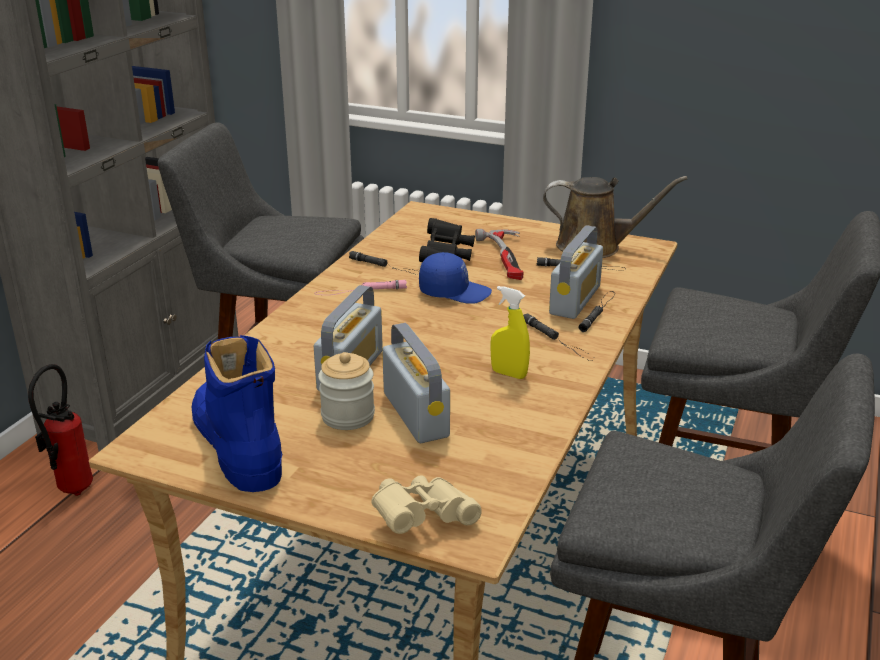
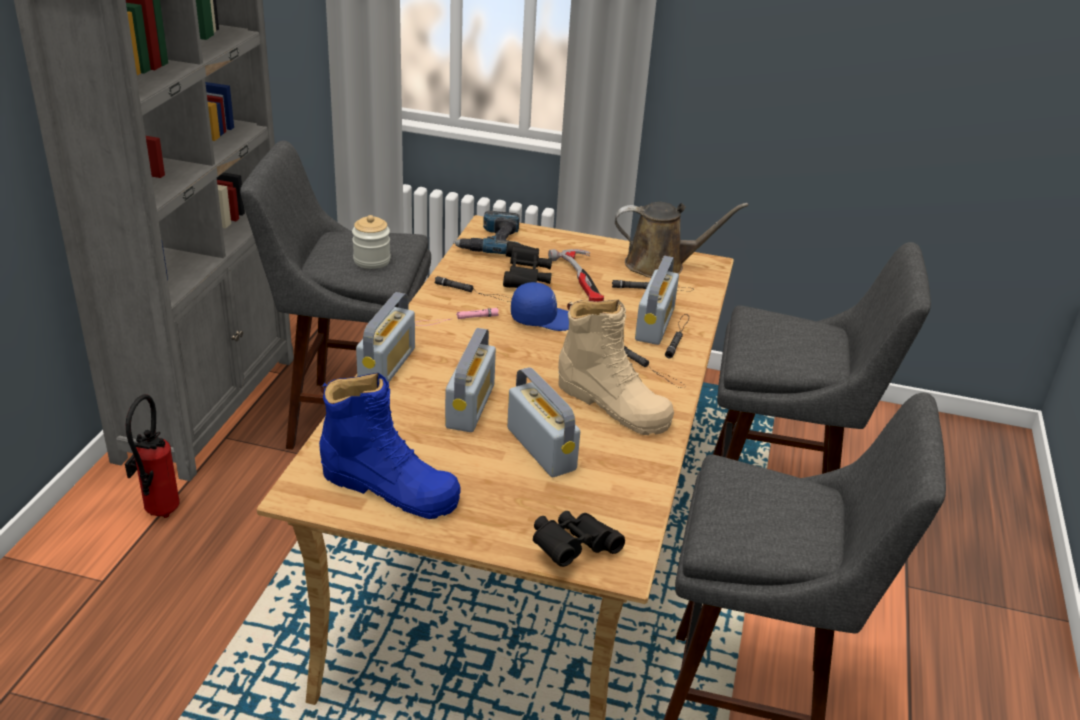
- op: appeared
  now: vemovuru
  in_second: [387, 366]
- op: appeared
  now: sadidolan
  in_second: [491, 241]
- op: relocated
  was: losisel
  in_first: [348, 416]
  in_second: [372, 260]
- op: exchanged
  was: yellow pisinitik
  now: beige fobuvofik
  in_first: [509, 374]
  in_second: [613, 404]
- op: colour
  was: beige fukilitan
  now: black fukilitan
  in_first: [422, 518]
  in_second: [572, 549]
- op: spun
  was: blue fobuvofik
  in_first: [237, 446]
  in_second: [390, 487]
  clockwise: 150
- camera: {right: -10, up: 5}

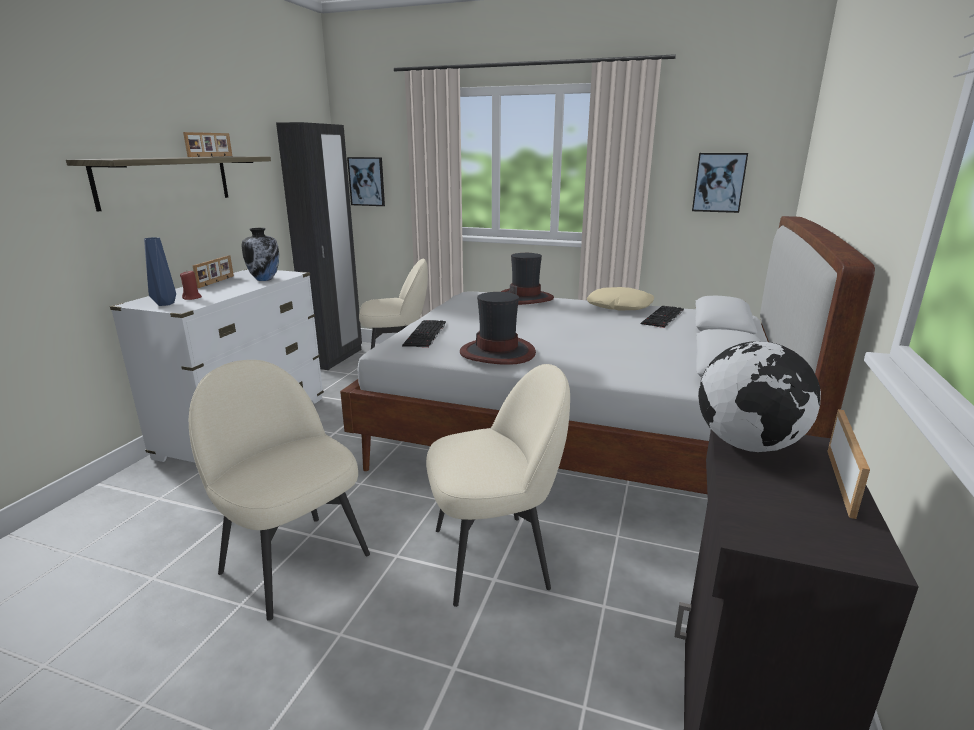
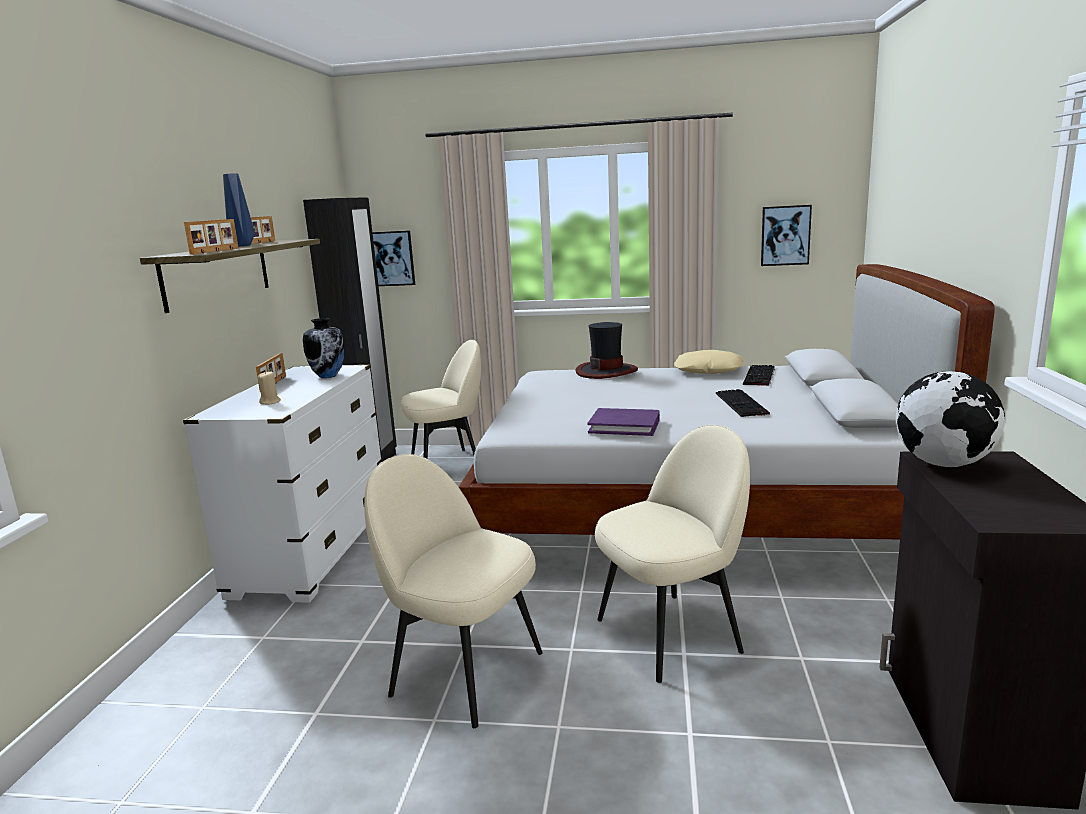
- op: relocated
  was: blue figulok
  in_first: [164, 304]
  in_second: [241, 246]
- op: relocated
  was: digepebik
  in_first: [426, 334]
  in_second: [742, 404]
- op: relocated
  was: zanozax
  in_first: [842, 482]
  in_second: [216, 251]
- op: exchanged
  was: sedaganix
  now: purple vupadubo
  in_first: [498, 353]
  in_second: [624, 426]
- op: colour
  was: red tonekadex
  now: beige tonekadex
  in_first: [192, 298]
  in_second: [270, 402]
- camera: {right: -10, up: -5}

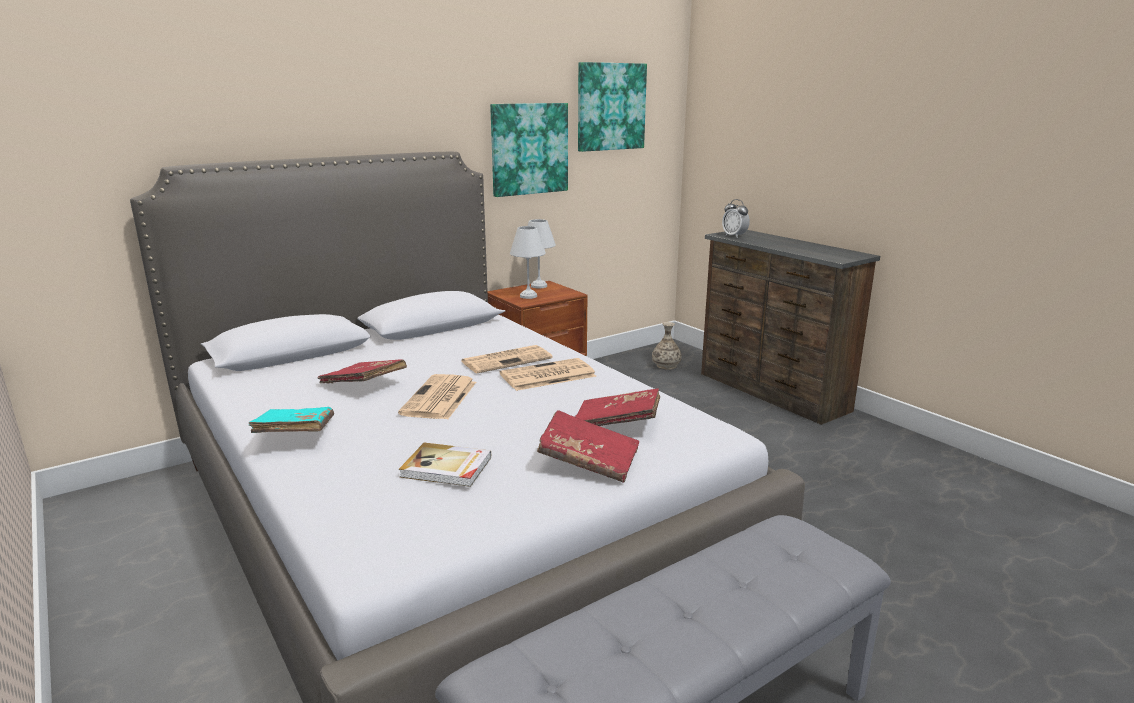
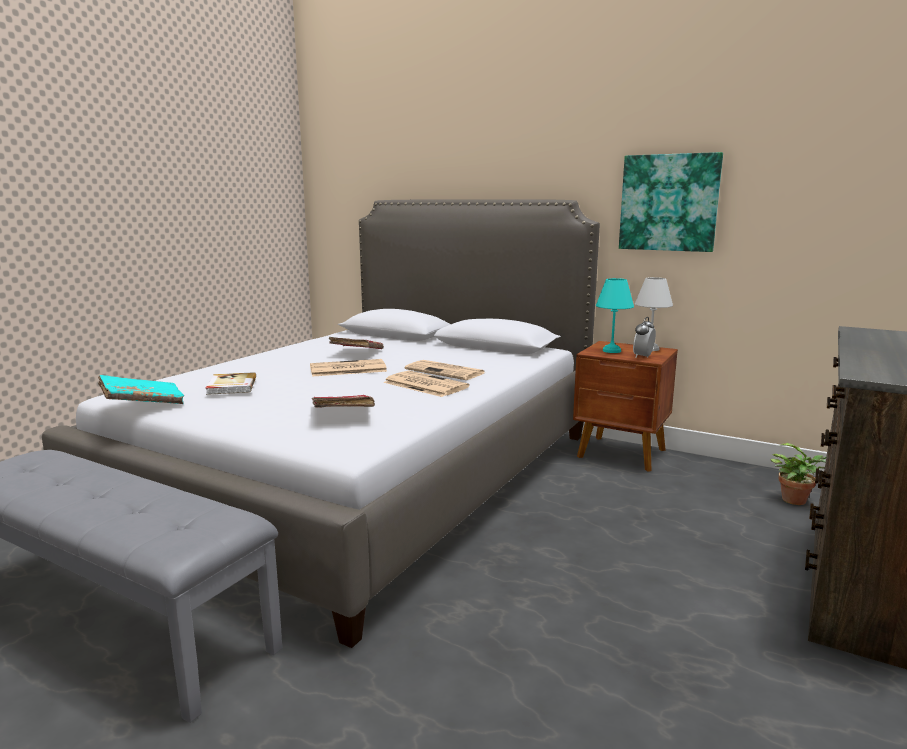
- op: missing
  was: red vupadubo
  in_first: [588, 461]
- op: missing
  was: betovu
  in_first: [610, 107]
- op: relocated
  was: turquoise vupadubo
  in_first: [295, 434]
  in_second: [143, 403]
- op: relocated
  was: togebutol
  in_first: [734, 236]
  in_second: [643, 357]
- op: exchanged
  was: figulok
  now: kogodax
  in_first: [666, 366]
  in_second: [797, 500]
- op: colour
  was: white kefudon
  now: turquoise kefudon
  in_first: [528, 296]
  in_second: [612, 350]
- camera: {right: 65, up: -5}

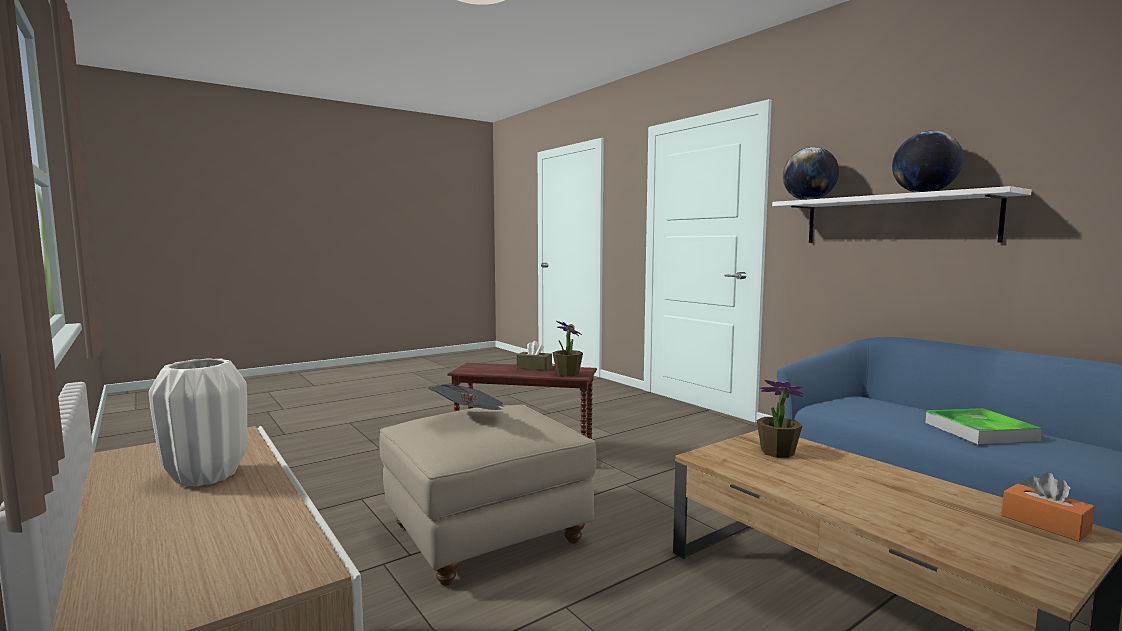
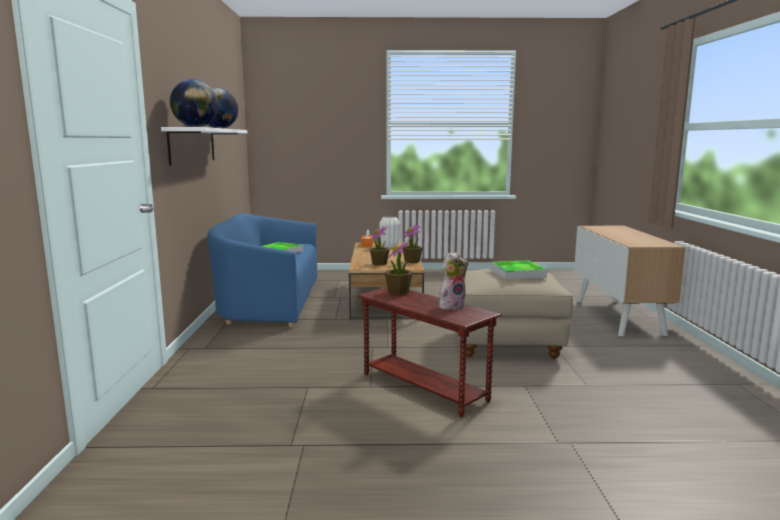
- op: missing
  was: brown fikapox
  in_first: [534, 367]
- op: appeared
  now: kogodax
  in_second: [412, 261]
- op: appeared
  now: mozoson
  in_second: [451, 306]
- op: relocated
  was: white figulok
  in_first: [205, 476]
  in_second: [389, 246]
- op: exchanged
  was: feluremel
  now: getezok
  in_first: [471, 419]
  in_second: [517, 273]
- camera: {right: -145, up: 5}

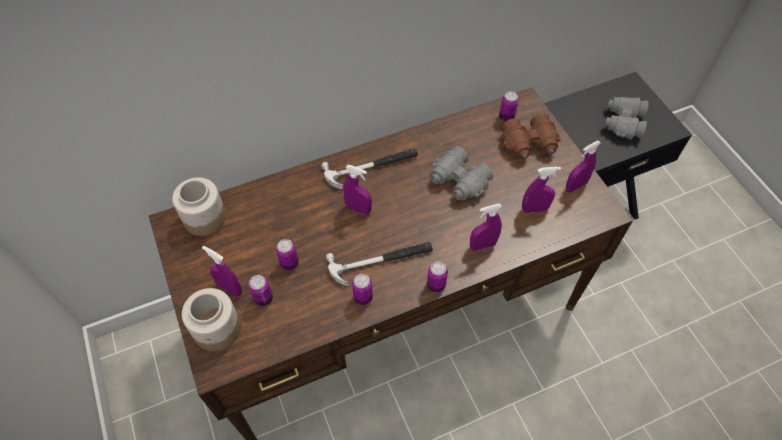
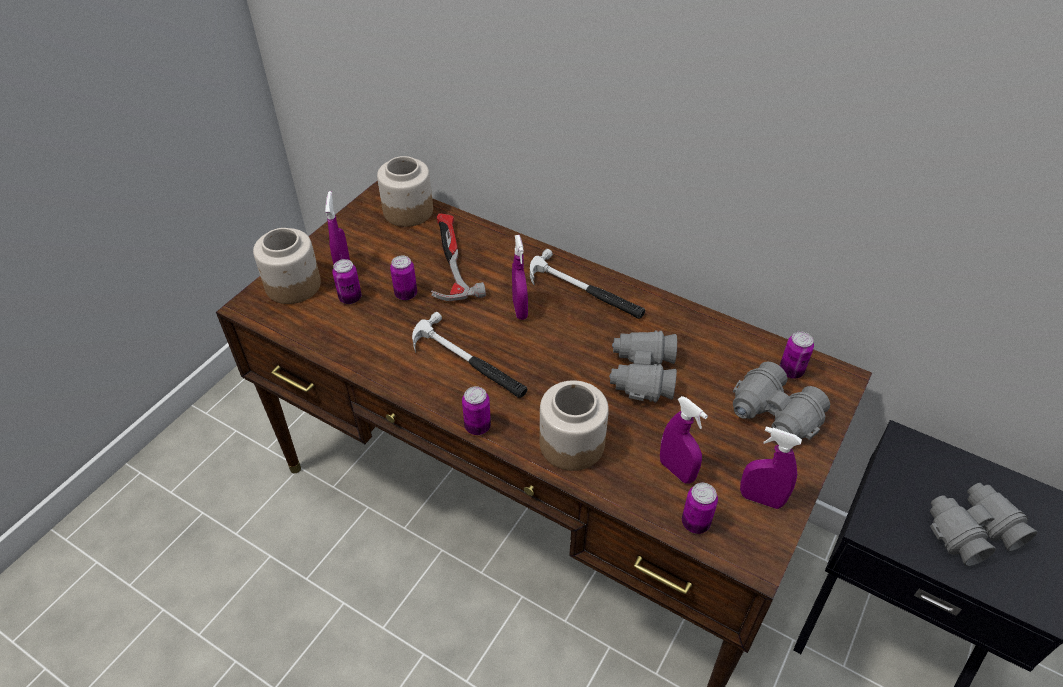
- op: appeared
  now: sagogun
  in_second: [450, 261]
- op: relocated
  was: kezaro
  in_first: [363, 297]
  in_second: [695, 523]
- op: exchanged
  was: purple pisinitik
  now: losisel
  in_first: [482, 245]
  in_second: [571, 443]
- op: colour
  was: brown fukilitan
  now: grey fukilitan
  in_first: [529, 145]
  in_second: [774, 416]
- camera: {right: 55, up: -10}

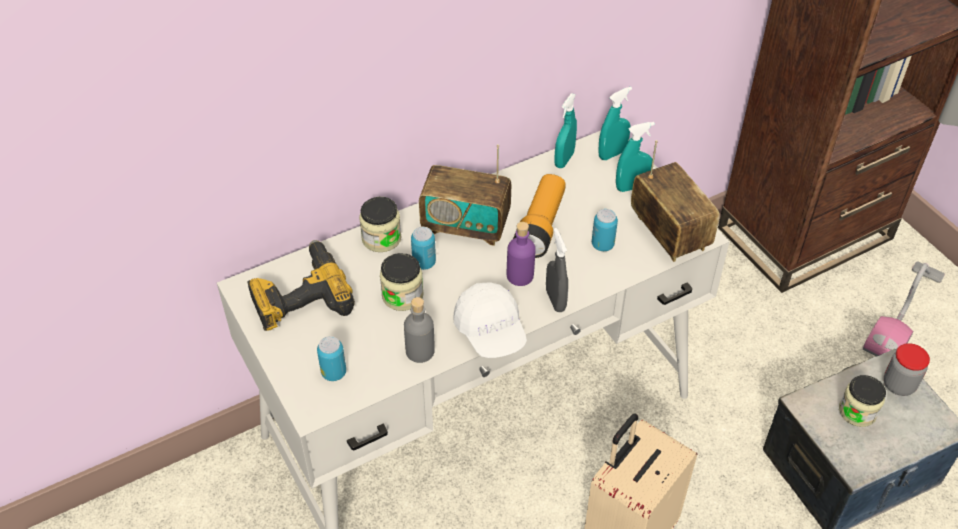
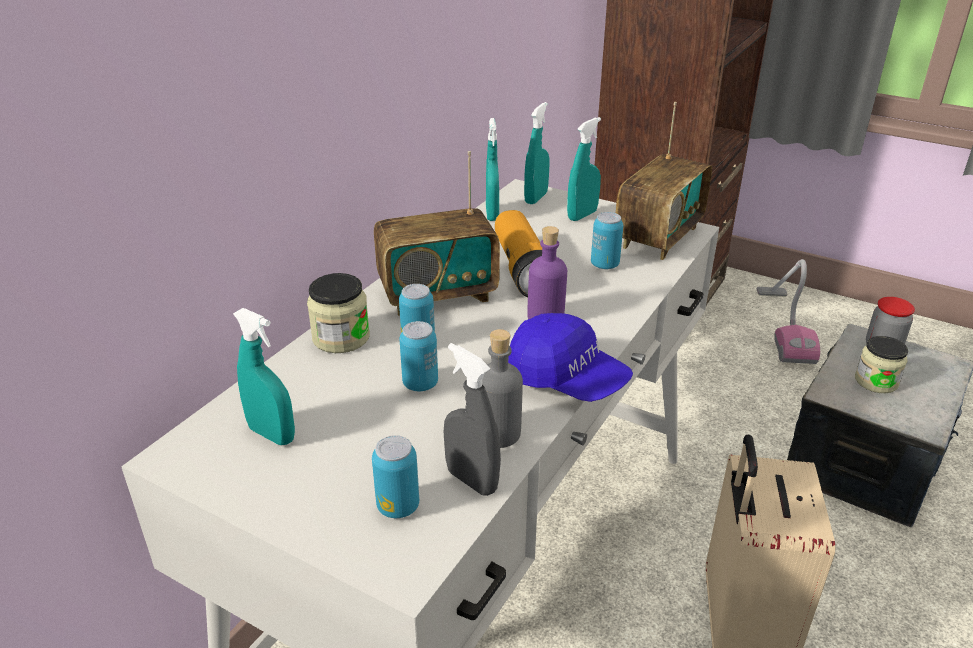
- op: relocated
  was: grey pisinitik
  in_first: [555, 300]
  in_second: [471, 481]
- op: exchanged
  was: sadidolan
  now: turquoise pisinitik
  in_first: [300, 296]
  in_second: [272, 434]
- op: exchanged
  was: losisel
  now: kezaro
  in_first: [402, 295]
  in_second: [420, 384]
- op: colour
  was: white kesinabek
  now: blue kesinabek
  in_first: [491, 331]
  in_second: [567, 380]
- op: spun
  was: vemovuru
  in_first: [669, 233]
  in_second: [658, 237]
  clockwise: 90
- camera: {right: -30, up: -15}

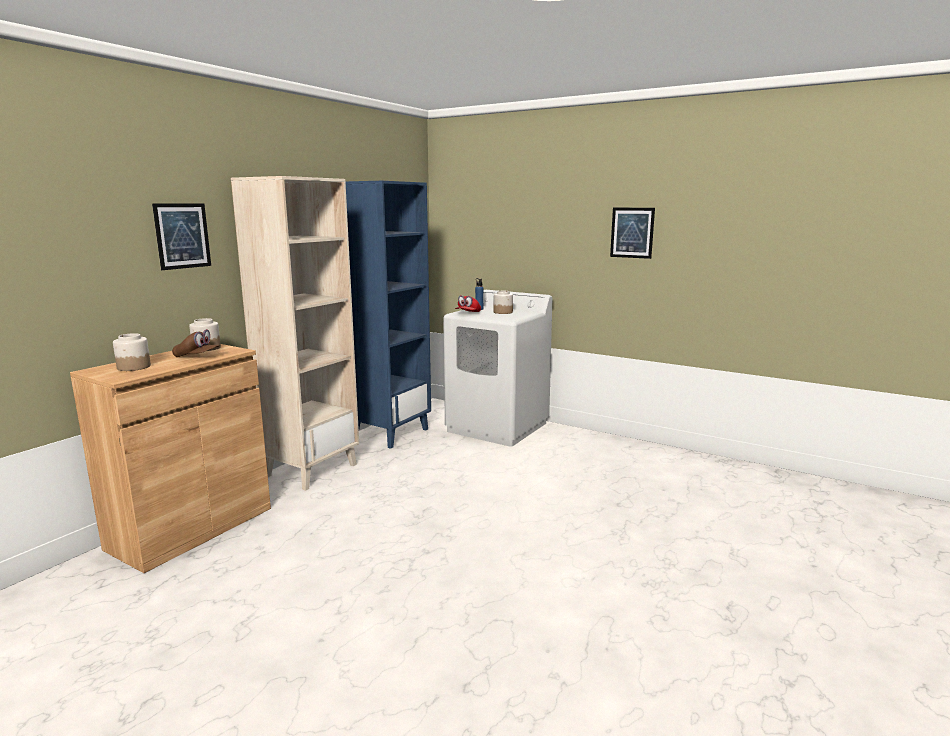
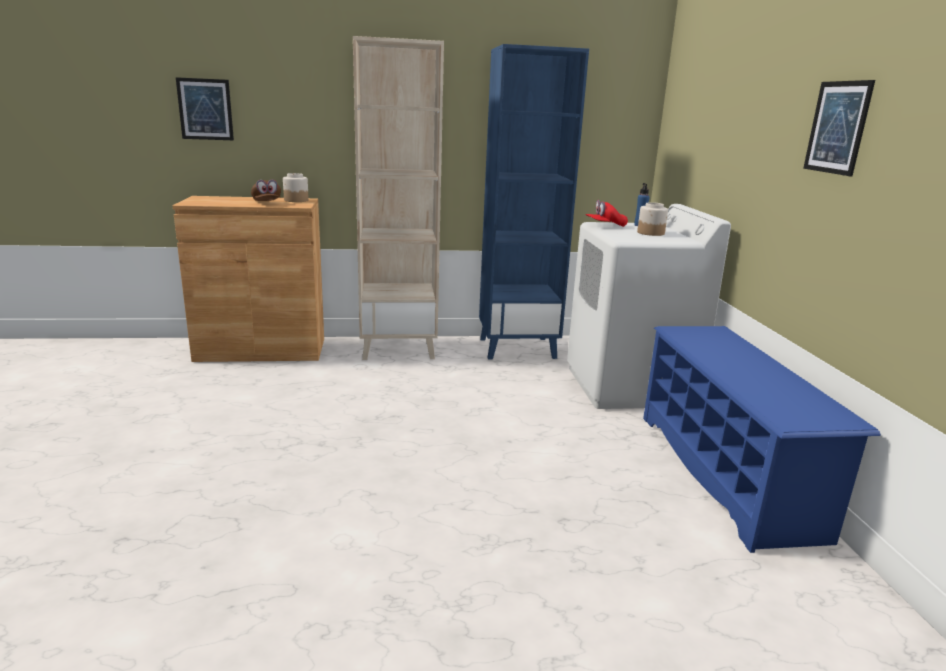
- op: missing
  was: losisel
  in_first: [133, 367]
- op: appeared
  now: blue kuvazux
  in_second: [726, 473]
- op: relocated
  was: betovu
  in_first: [182, 236]
  in_second: [205, 109]
- camera: {right: 50, up: 5}

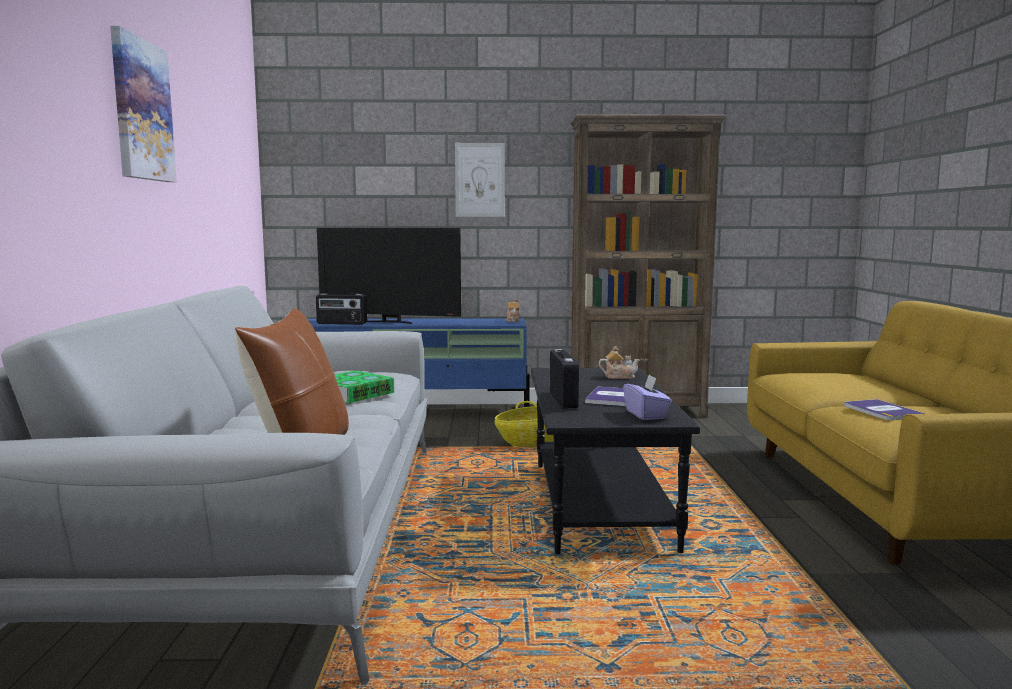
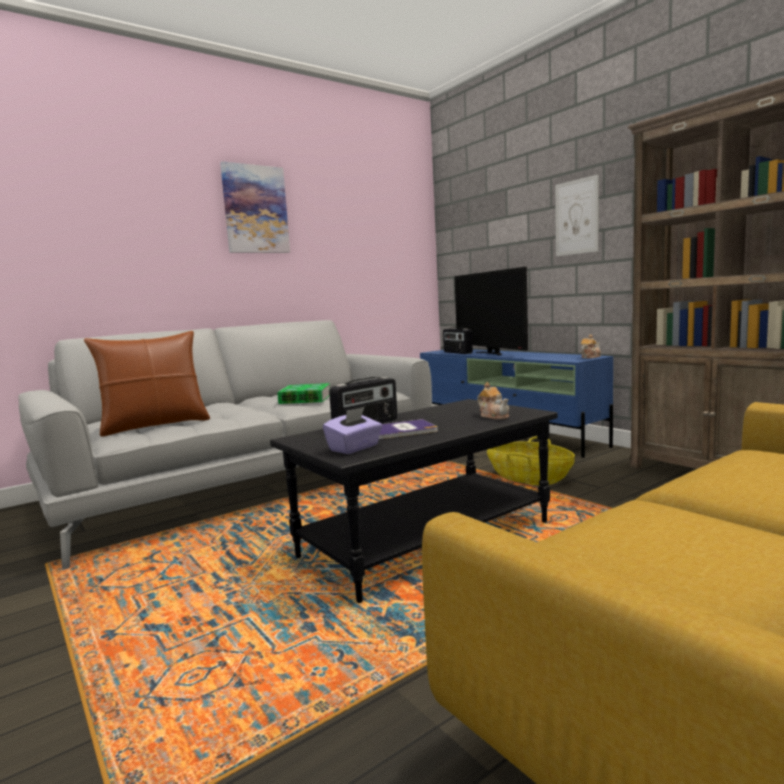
- op: missing
  was: vupadubo
  in_first: [881, 411]
- camera: {right: 55, up: 0}

